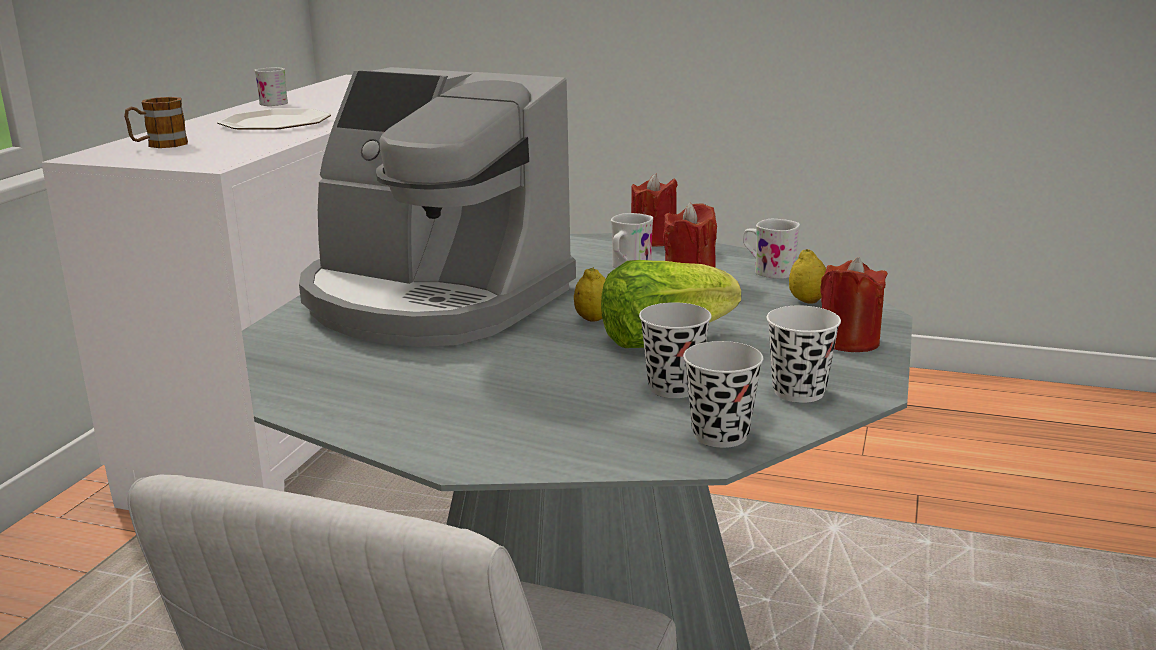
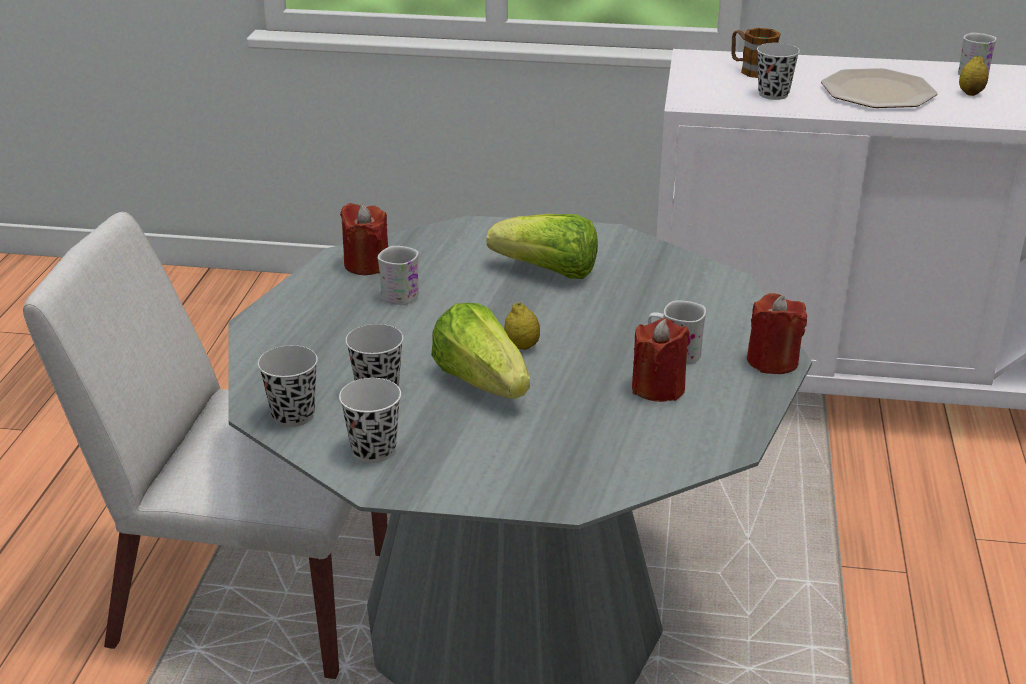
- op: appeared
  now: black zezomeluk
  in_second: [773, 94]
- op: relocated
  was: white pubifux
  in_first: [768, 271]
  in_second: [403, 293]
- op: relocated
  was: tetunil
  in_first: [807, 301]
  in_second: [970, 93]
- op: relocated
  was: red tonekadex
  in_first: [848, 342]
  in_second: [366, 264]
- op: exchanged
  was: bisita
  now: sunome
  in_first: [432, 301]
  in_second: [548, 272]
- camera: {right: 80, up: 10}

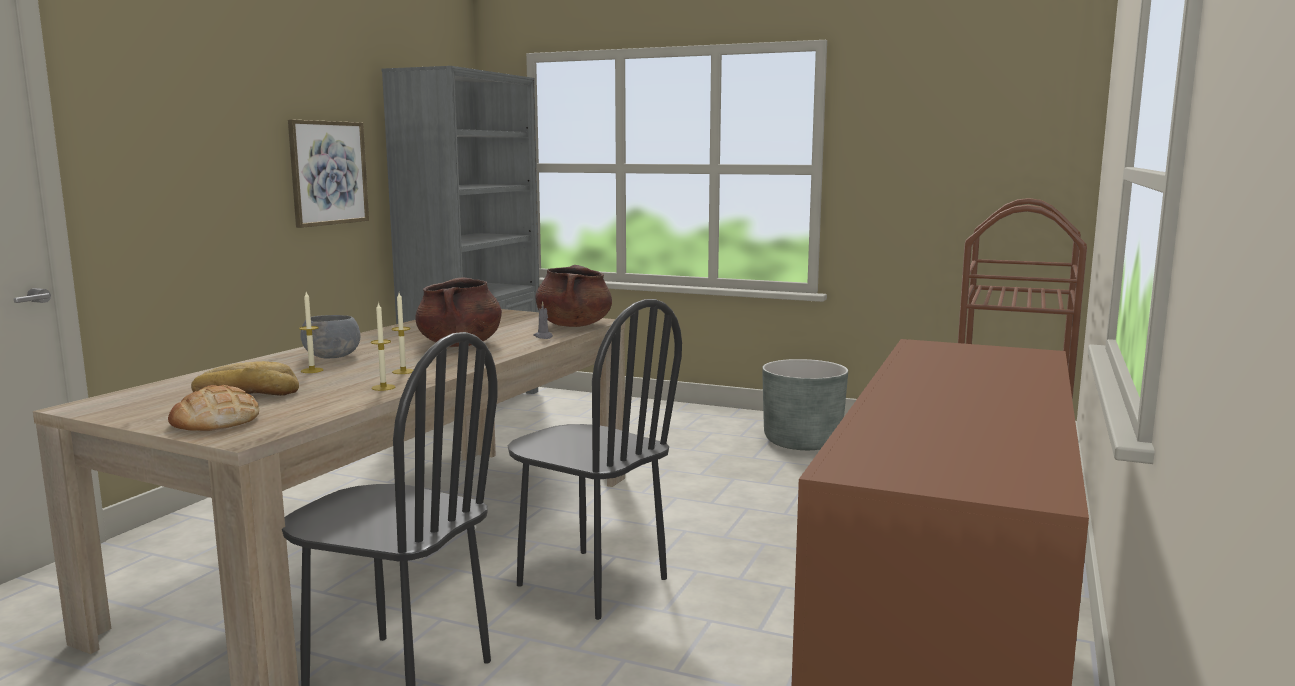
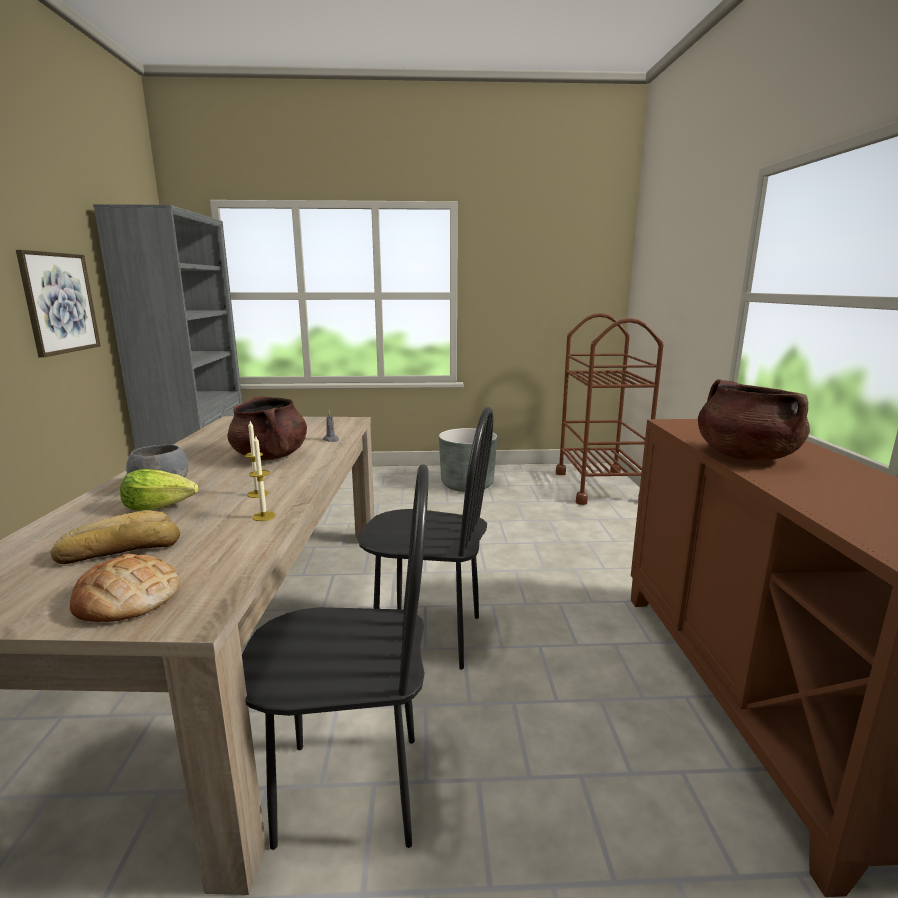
- op: relocated
  was: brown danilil
  in_first: [574, 325]
  in_second: [745, 456]
- op: exchanged
  was: tonekadex
  now: sunome
  in_first: [312, 370]
  in_second: [160, 507]
- camera: {right: -25, up: 5}

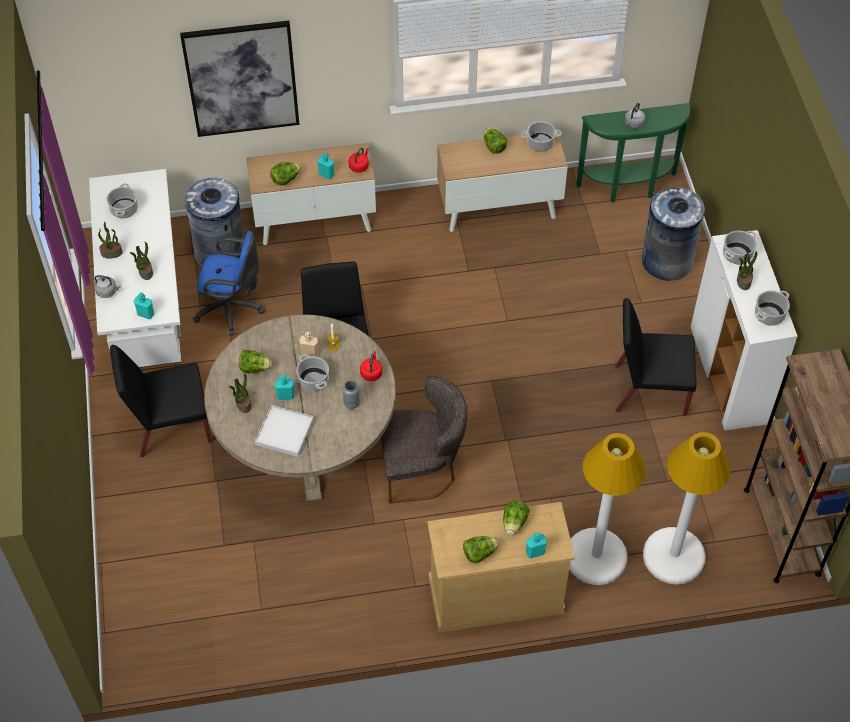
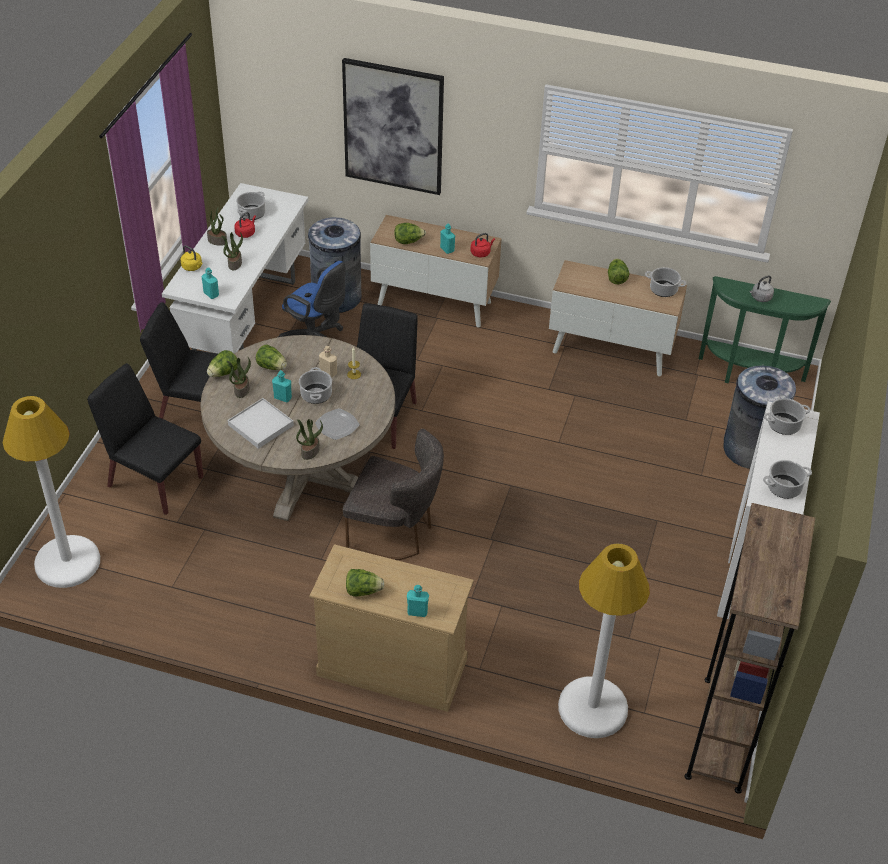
- op: relocated
  was: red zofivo
  in_first: [371, 373]
  in_second: [246, 233]
- op: relocated
  was: sunome
  in_first: [514, 523]
  in_second: [223, 373]
- op: relocated
  was: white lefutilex
  in_first: [595, 557]
  in_second: [67, 562]
- op: relocated
  was: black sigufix
  in_first: [649, 390]
  in_second: [154, 481]
- op: relocated
  was: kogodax
  in_first: [743, 281]
  in_second: [310, 451]
- op: exchanged
  was: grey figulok
  now: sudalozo
  in_first: [351, 403]
  in_second: [336, 425]
- op: colour
  was: grey zofivo
  now: yellow zofivo
  in_first: [108, 292]
  in_second: [193, 267]
- camera: {right: 25, up: -10}

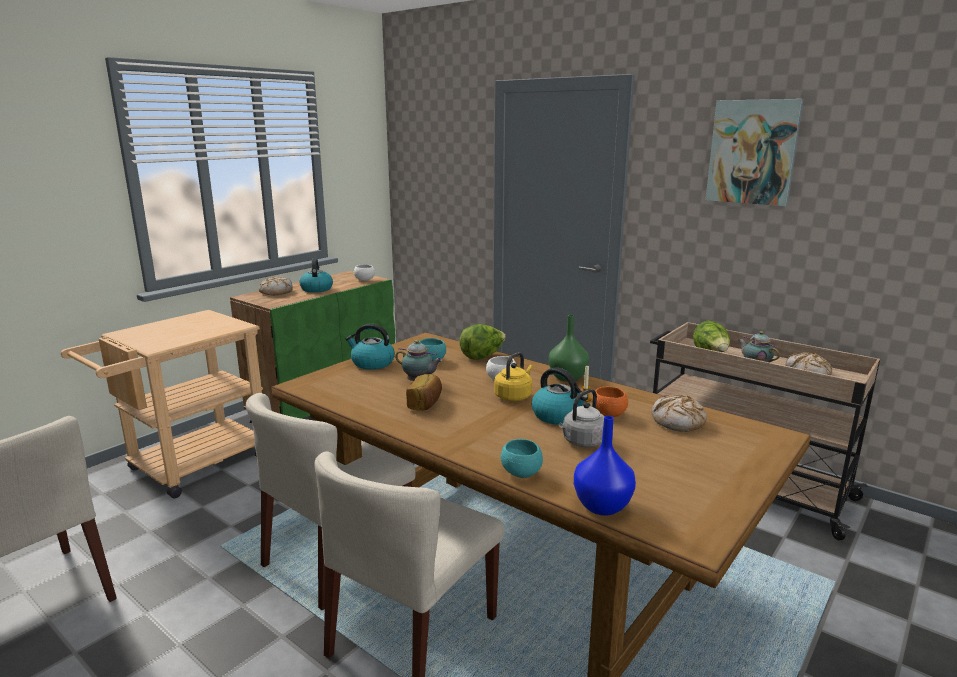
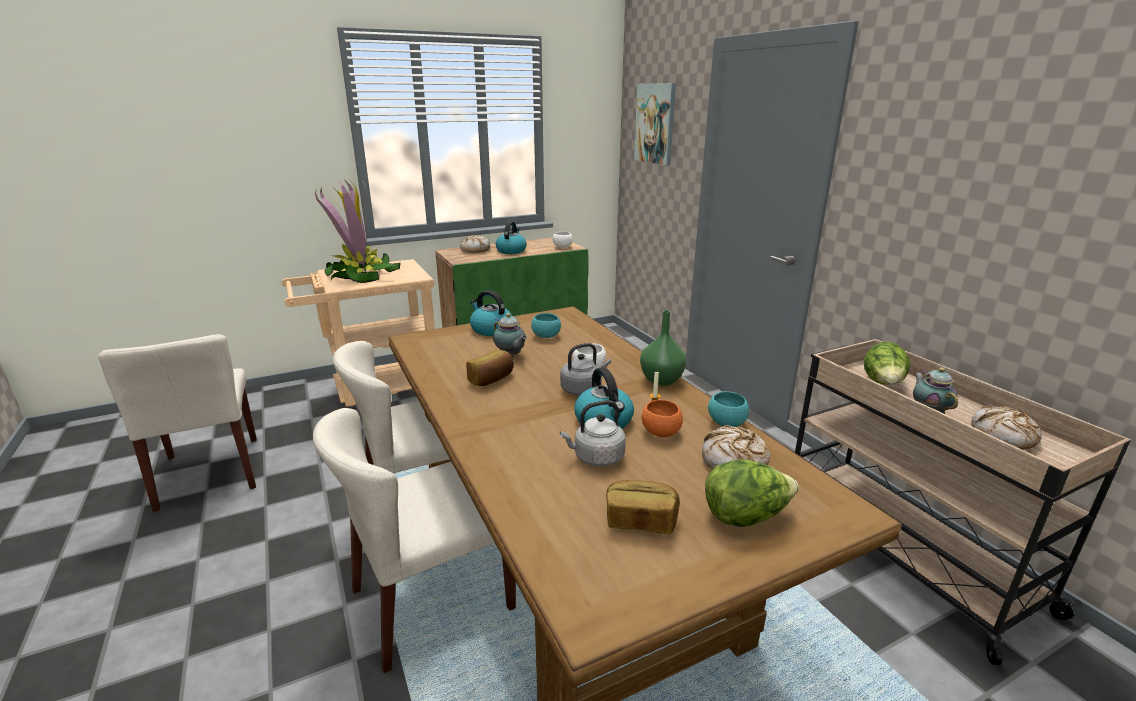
- op: missing
  was: blue figulok
  in_first: [603, 506]
- op: appeared
  now: kogodax
  in_second: [361, 275]
- op: appeared
  now: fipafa
  in_second: [640, 521]
- op: relocated
  was: sunome
  in_first: [482, 356]
  in_second: [745, 516]
- op: relocated
  was: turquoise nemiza
  in_first: [521, 473]
  in_second: [726, 423]
- op: relocated
  was: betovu
  in_first: [752, 152]
  in_second: [655, 123]
- op: colour
  was: yellow zofivo
  now: grey zofivo
  in_first: [514, 396]
  in_second: [583, 389]
- camera: {right: 25, up: 5}

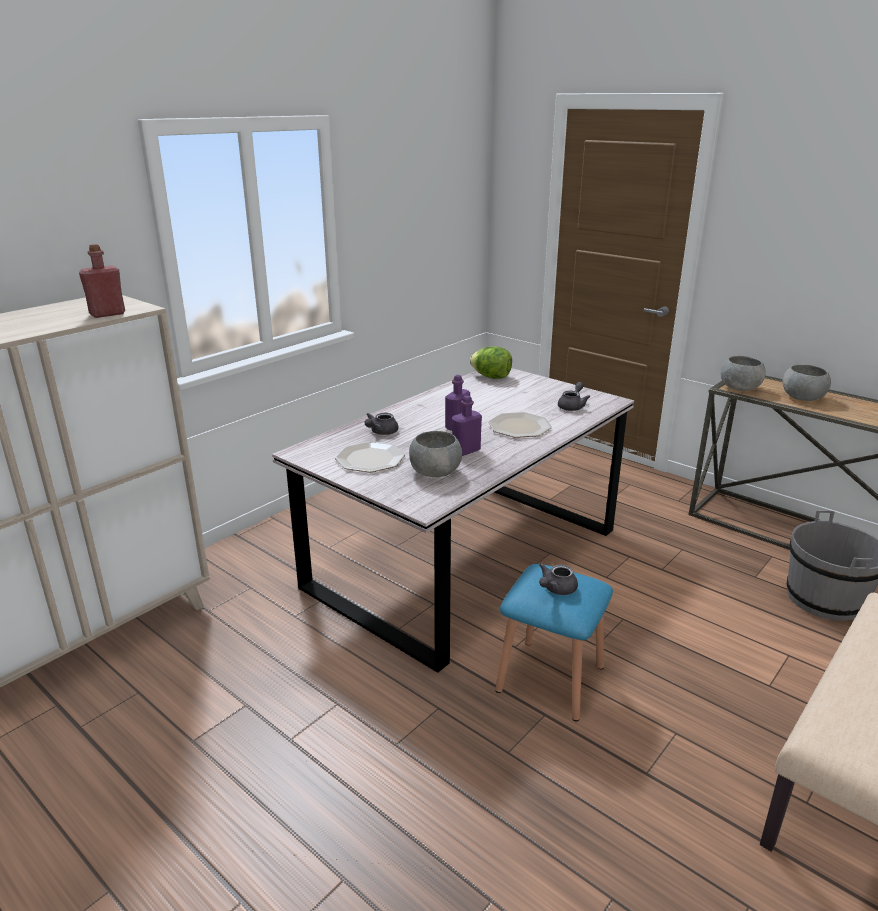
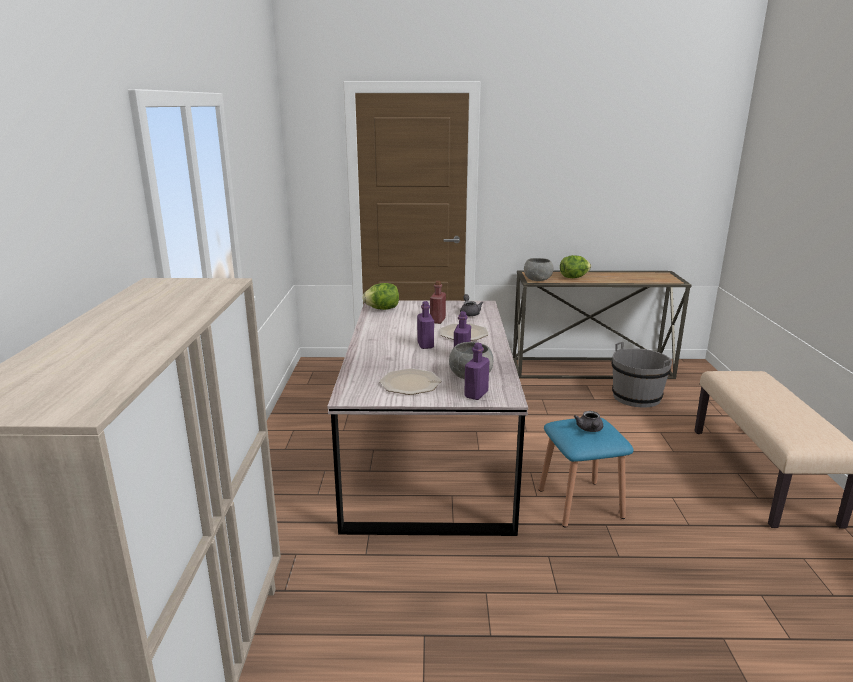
- op: missing
  was: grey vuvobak
  in_first: [381, 432]
- op: appeared
  now: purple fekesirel
  in_second: [476, 394]
- op: relocated
  was: red fekesirel
  in_first: [107, 314]
  in_second: [437, 320]
- op: exchanged
  was: grey nemiza
  now: sunome
  in_first: [802, 397]
  in_second: [573, 277]
- camera: {right: -40, up: -5}

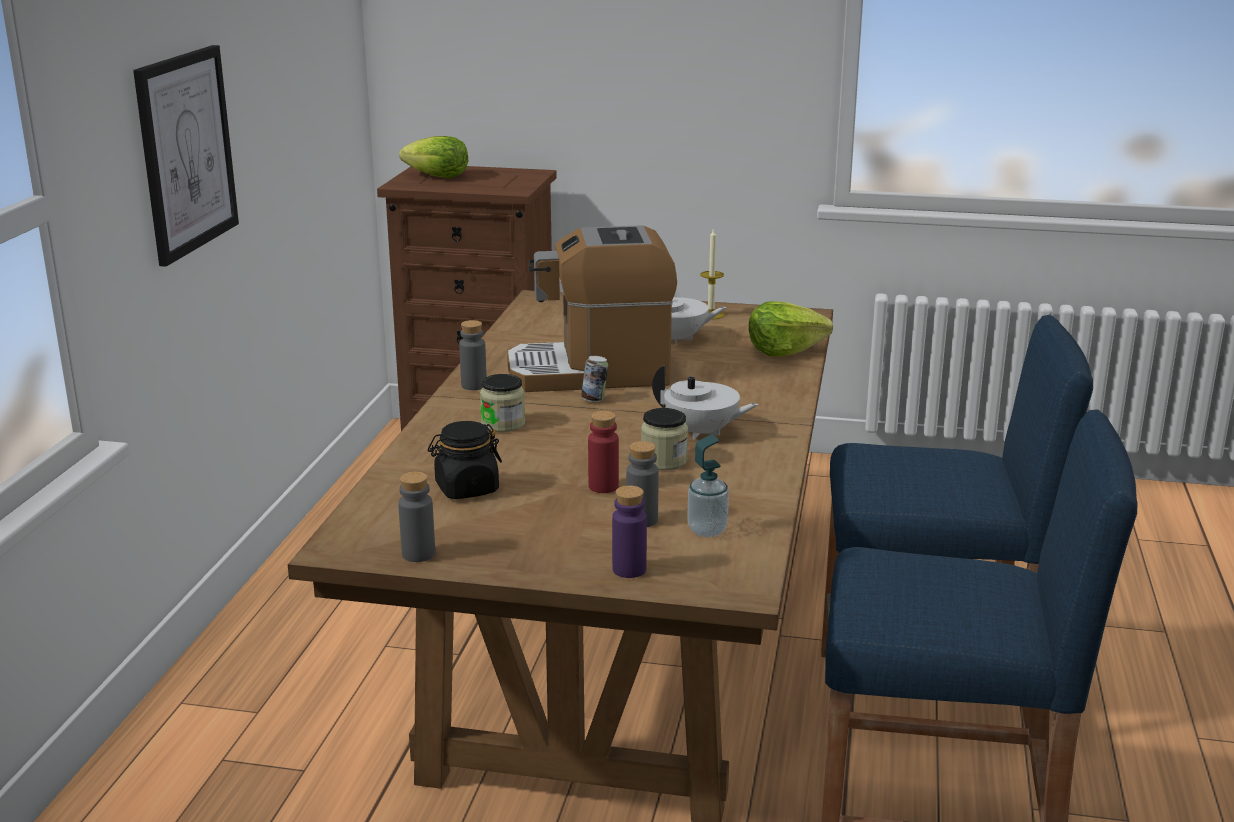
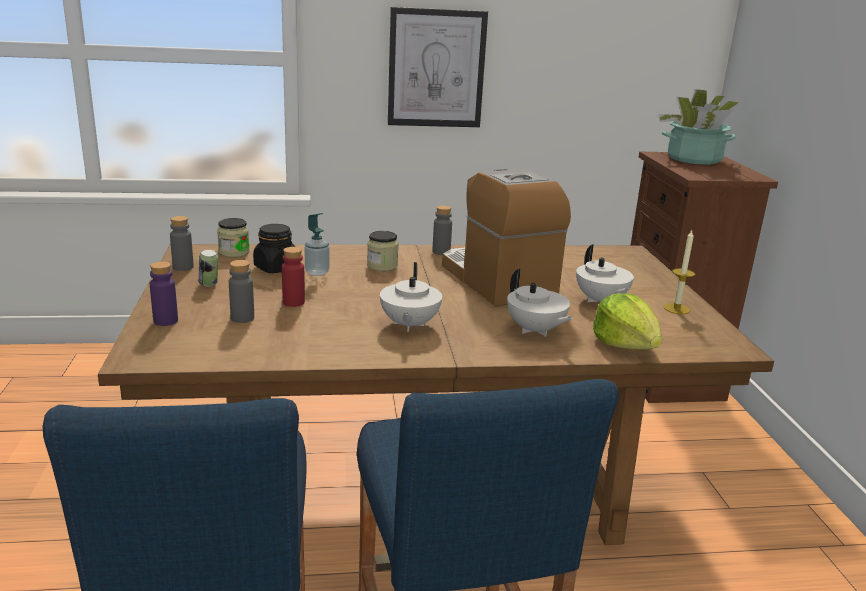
- op: appeared
  now: white vuvobak
  in_second: [535, 330]
- op: relocated
  was: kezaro
  in_first: [594, 400]
  in_second: [209, 284]
- op: relocated
  was: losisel
  in_first: [664, 461]
  in_second: [234, 252]
- op: relocated
  was: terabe
  in_first: [707, 530]
  in_second: [317, 272]
- op: exchanged
  was: sunome
  now: kogodax
  in_first: [437, 176]
  in_second: [694, 159]
- camera: {right: 70, up: 0}

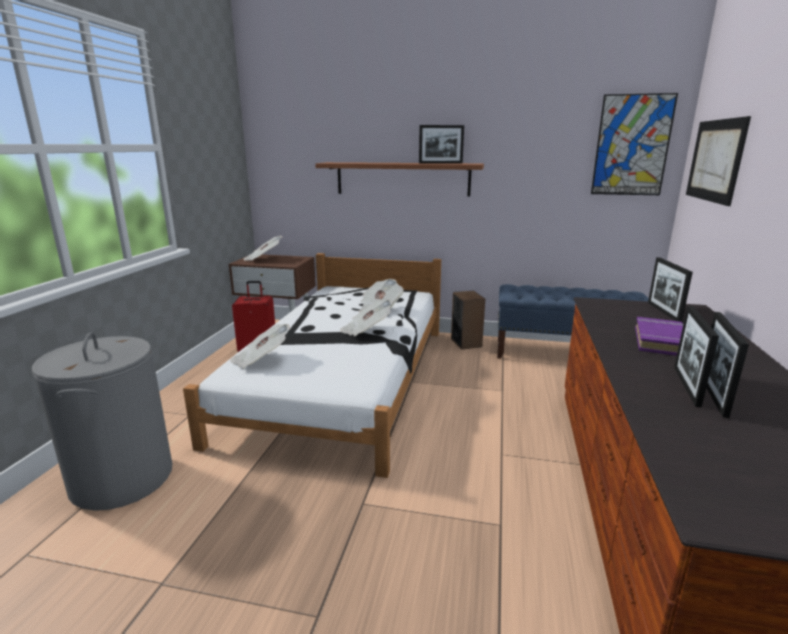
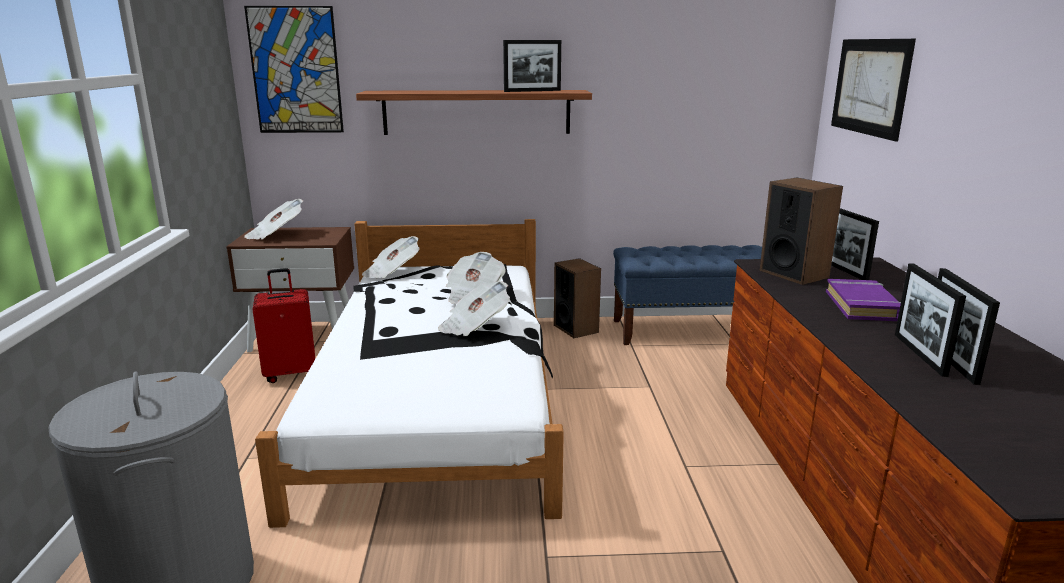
- op: appeared
  now: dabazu
  in_second: [794, 274]
- op: relocated
  was: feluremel
  in_first: [261, 360]
  in_second: [392, 272]
- op: relocated
  was: betovu
  in_first: [632, 145]
  in_second: [295, 71]
- camera: {right: -15, up: 0}

